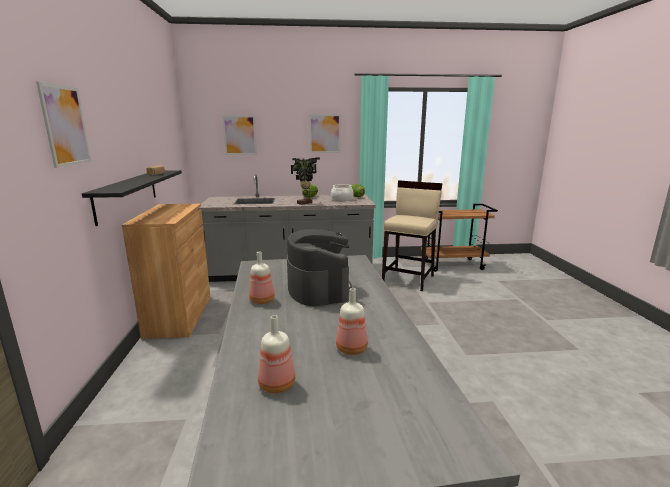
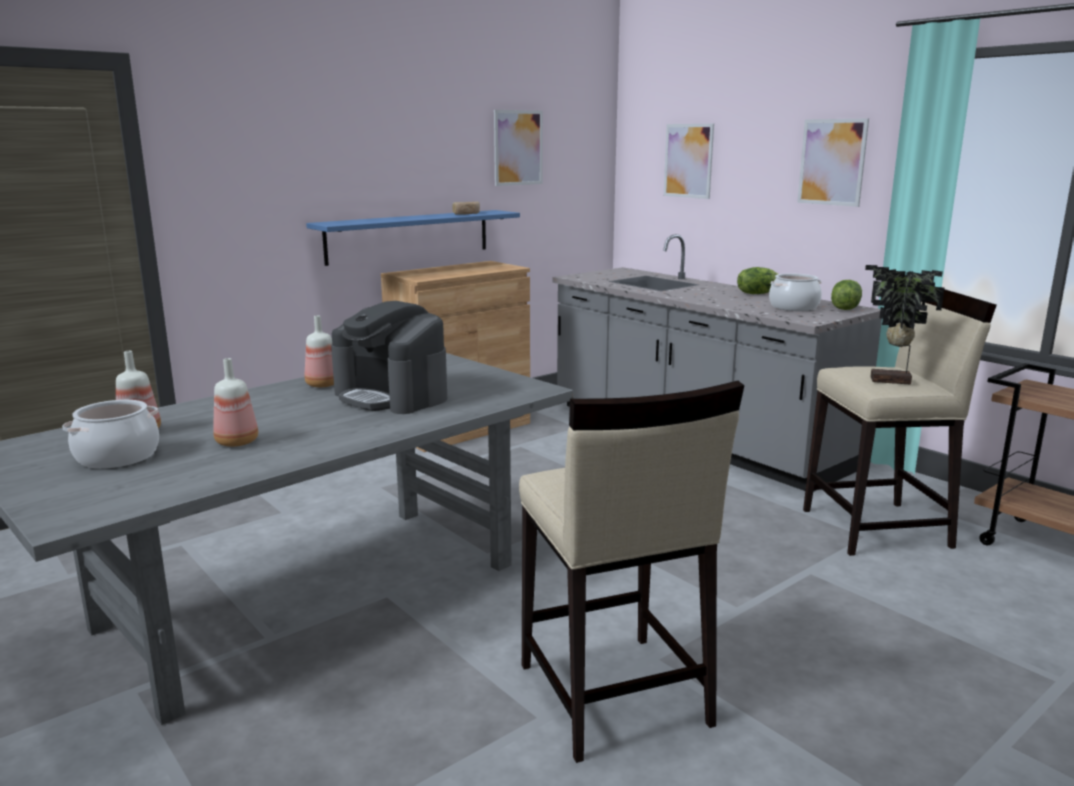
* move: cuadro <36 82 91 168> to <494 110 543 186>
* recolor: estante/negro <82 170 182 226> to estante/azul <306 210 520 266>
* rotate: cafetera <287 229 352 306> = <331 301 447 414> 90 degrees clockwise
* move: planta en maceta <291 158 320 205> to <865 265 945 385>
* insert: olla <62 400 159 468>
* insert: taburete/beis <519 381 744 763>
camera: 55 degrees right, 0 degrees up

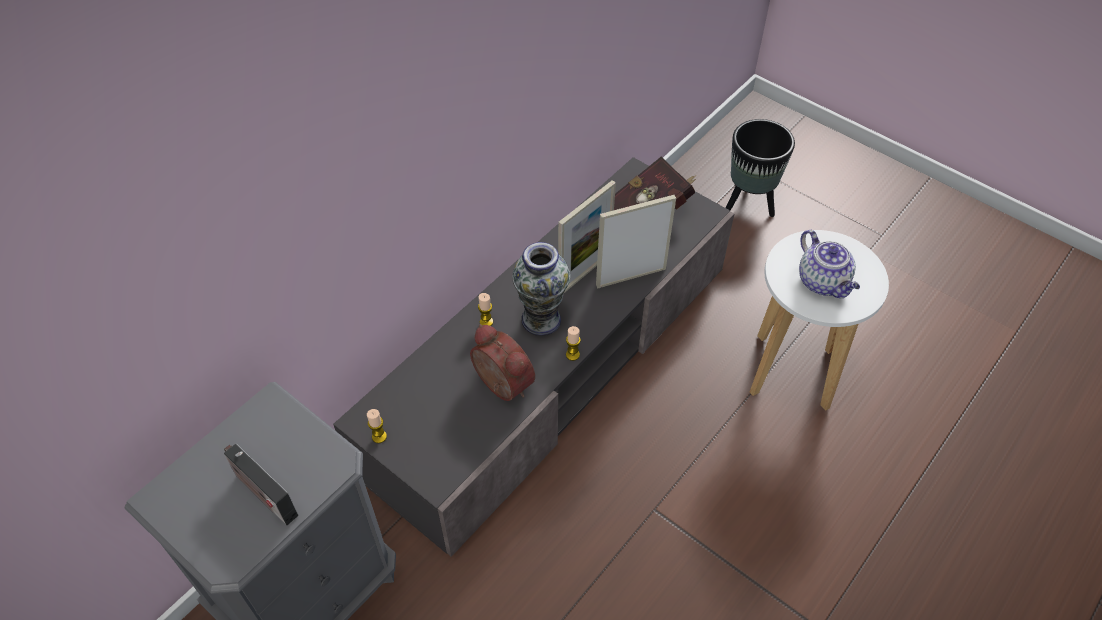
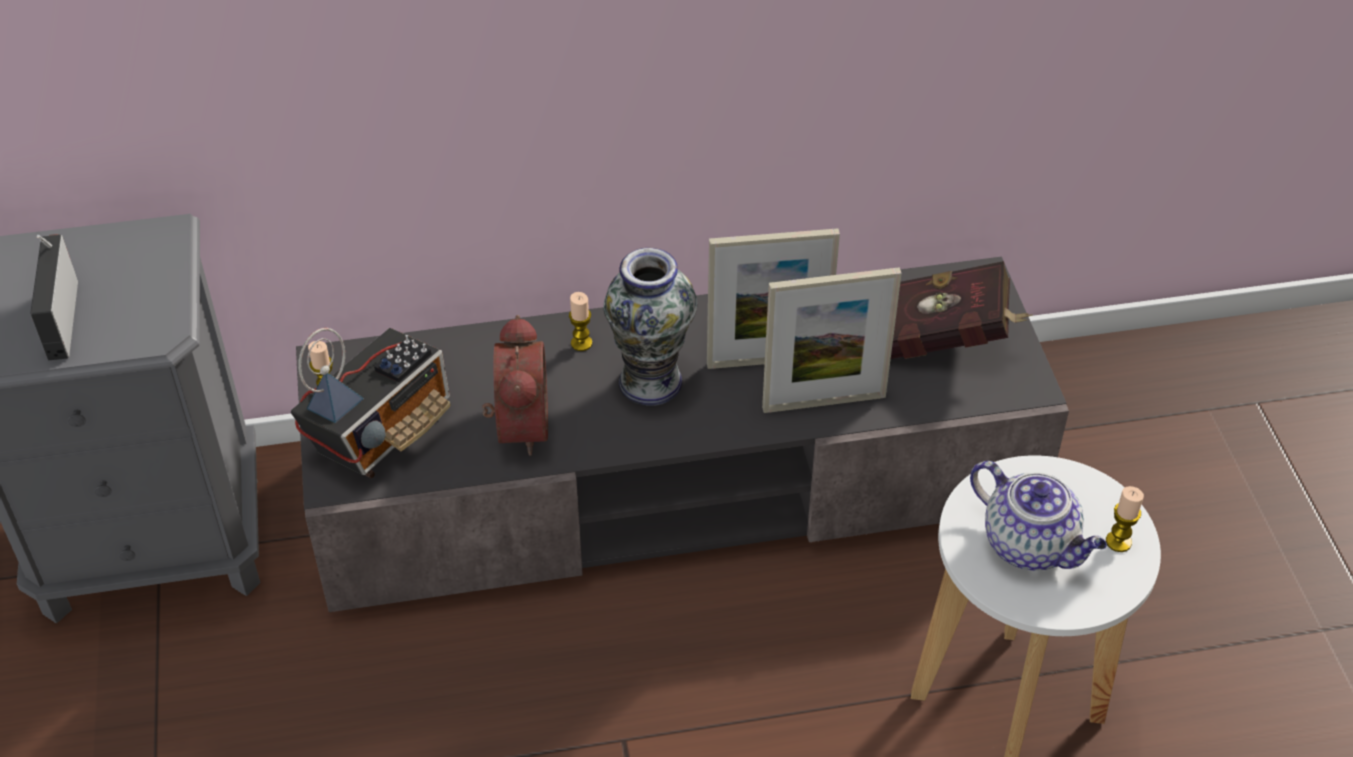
* move: vela <566 326 581 361> to <1106 486 1144 552>
* rotate: portarretratos <596 195 676 288> = <762 267 902 413> 150 degrees clockwise
* delete: maceta/negro <726 119 795 217>
* rotate: tetera <799 230 860 298> = <970 461 1107 571> 60 degrees counterclockwise
* insert: radio <291 328 451 478>
camera: 40 degrees right, 5 degrees down

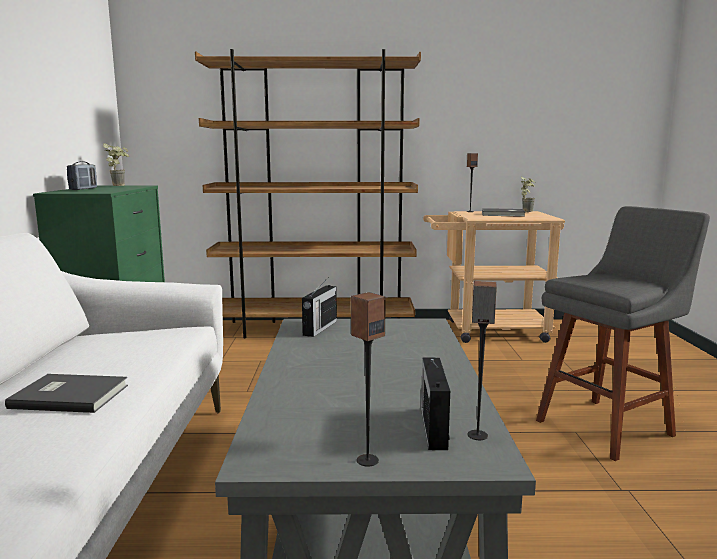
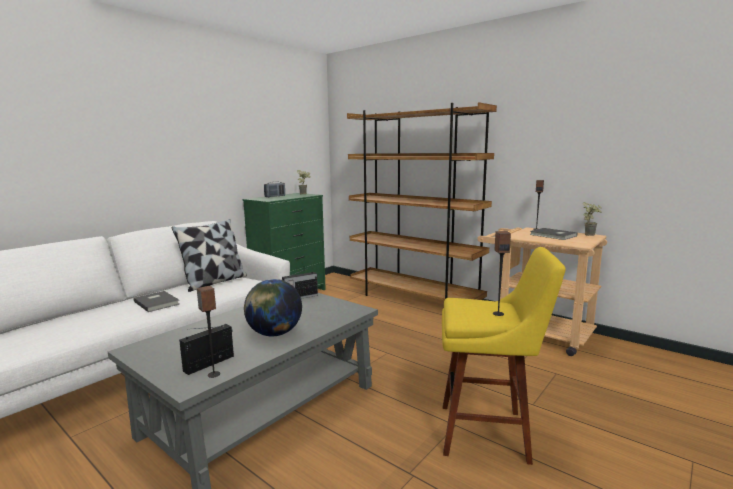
* move: altavoz <351 292 386 466> to <493 231 511 316>
* recolor: taburete/gris <536 206 710 461> to taburete/amarillo <442 247 566 465>
* insert: cojín <171 219 247 292>
* insert: globo terráqueo <244 279 302 336>
camera: 40 degrees right, 0 degrees up

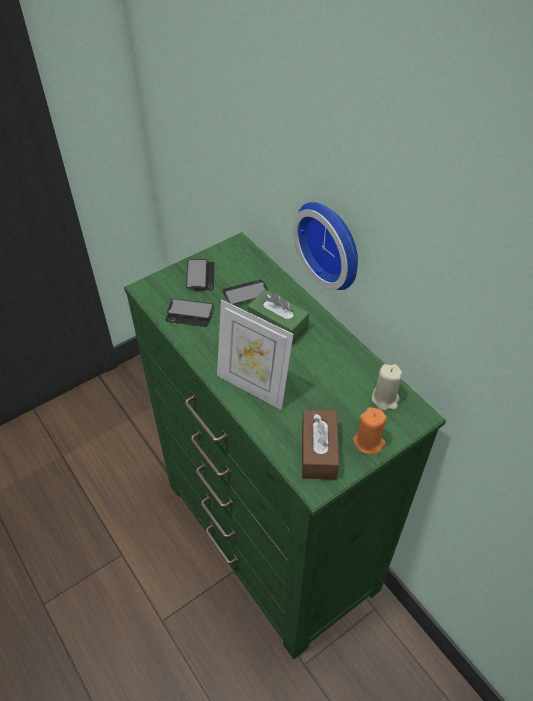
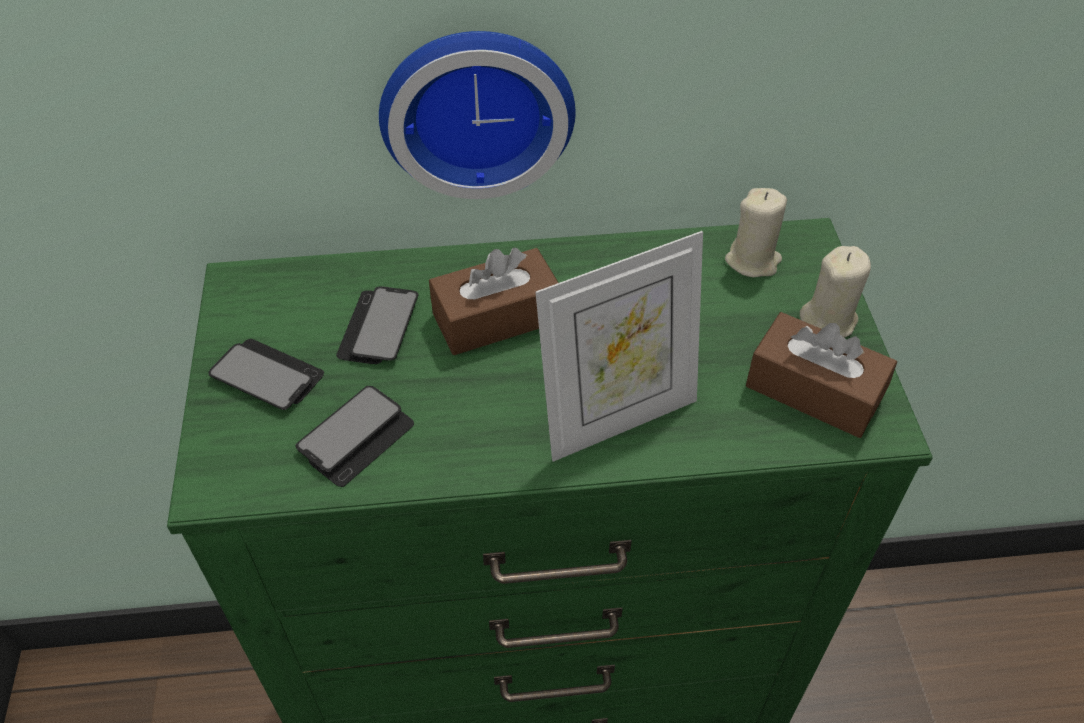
* recolor: caja de pañuelos/verde <248 289 309 346> to caja de pañuelos/marrón <429 248 558 355>
* recolor: vela/naranja <353 407 387 454> to vela/beis <800 246 871 338>
camera: 60 degrees left, 0 degrees up

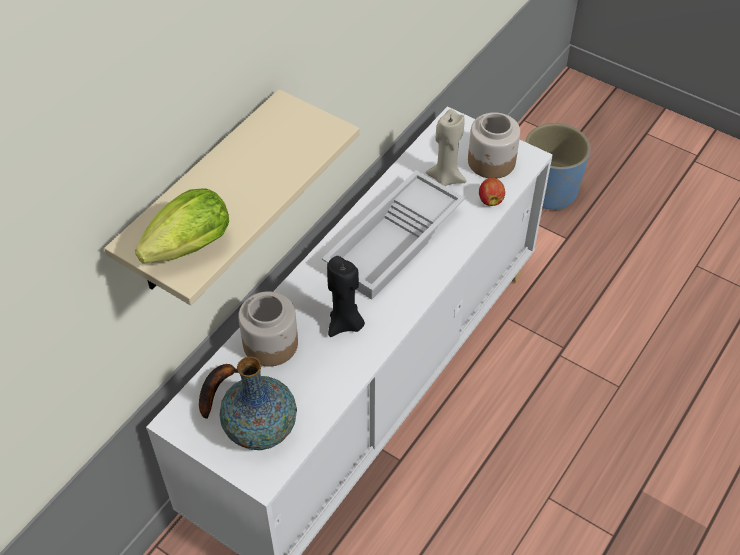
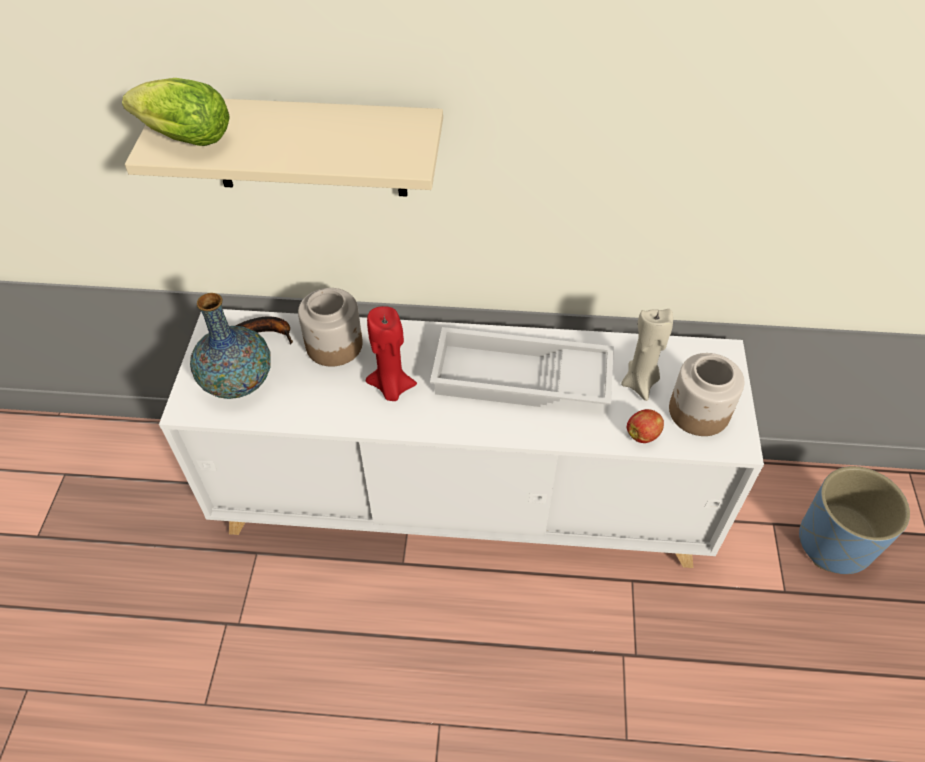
* recolor: vela/negro <327 256 365 337> to vela/rojo <366 306 417 401>
camera: 60 degrees right, 0 degrees up

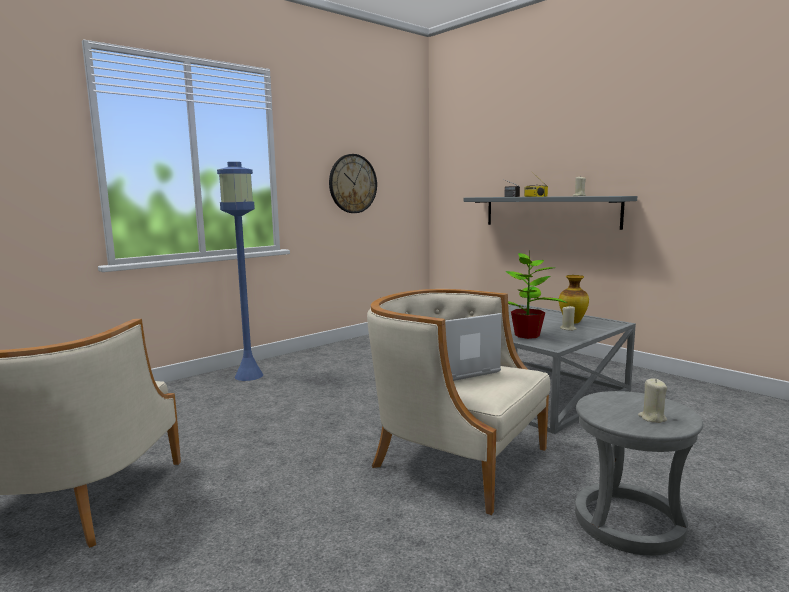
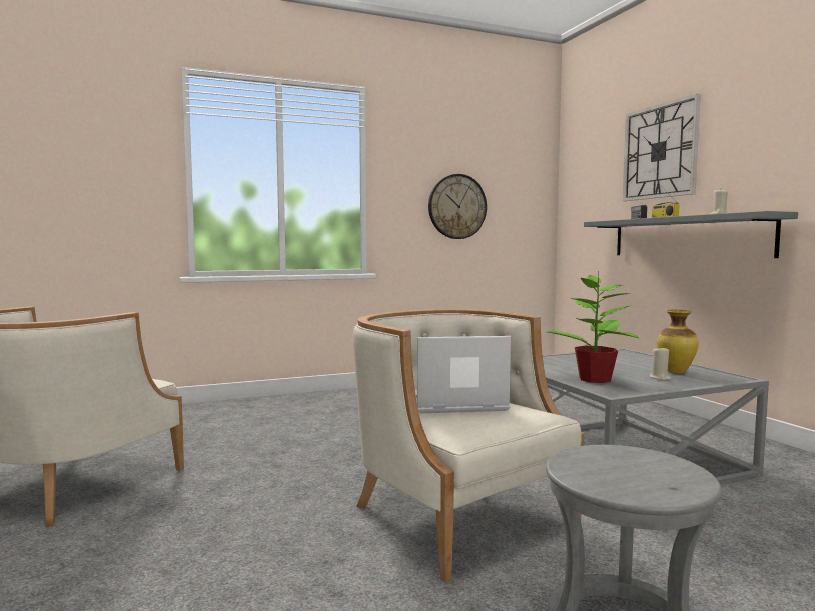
* delete: lámpara de pie/azul <217 162 264 381>
* delete: vela/beis <638 378 667 423>
* insert: reloj de pared <623 93 701 201>
camera: 20 degrees right, 5 degrees down

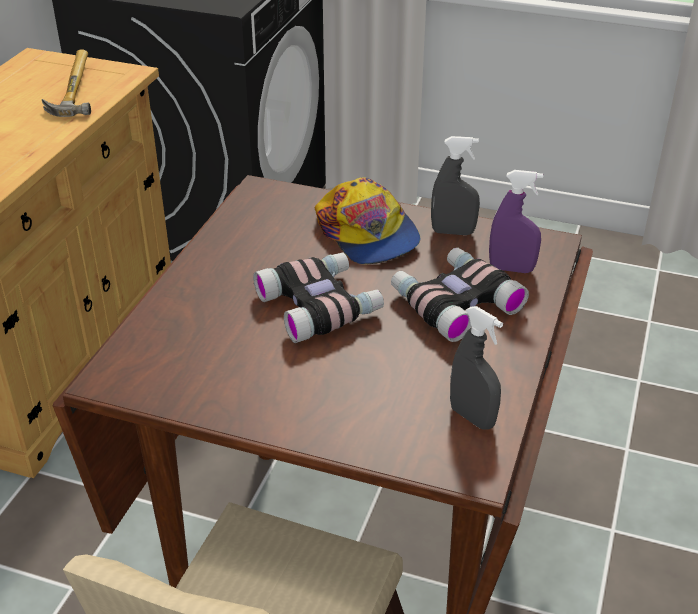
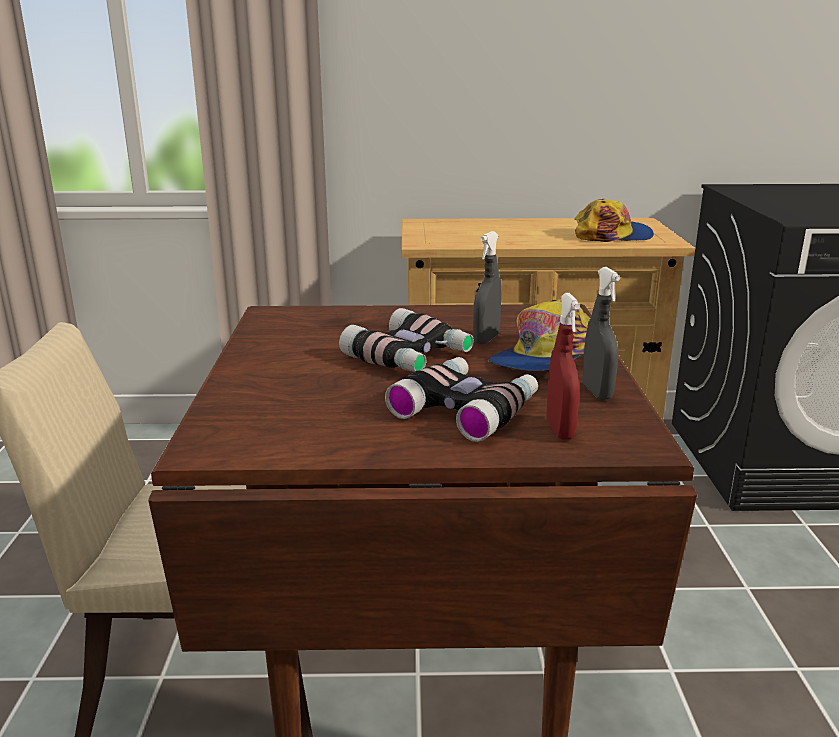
* replace: martillo <42 49 91 117> to gorra <574 199 654 242>
* move: pulverizador/gris <450 306 503 430> to <473 231 502 344>
* recolor: pulverizador/morado <489 170 543 273> to pulverizador/rojo <546 293 580 440>
camera: 70 degrees right, 15 degrees down

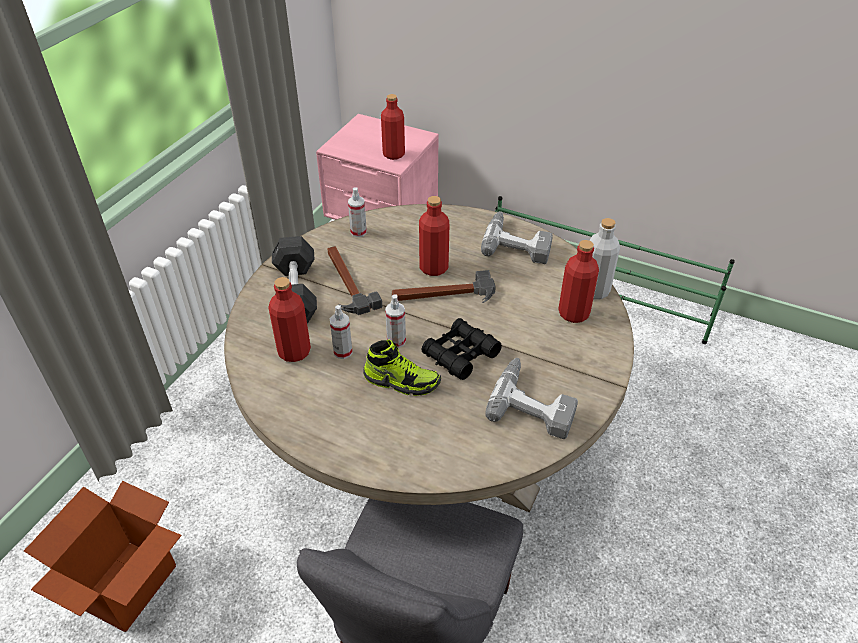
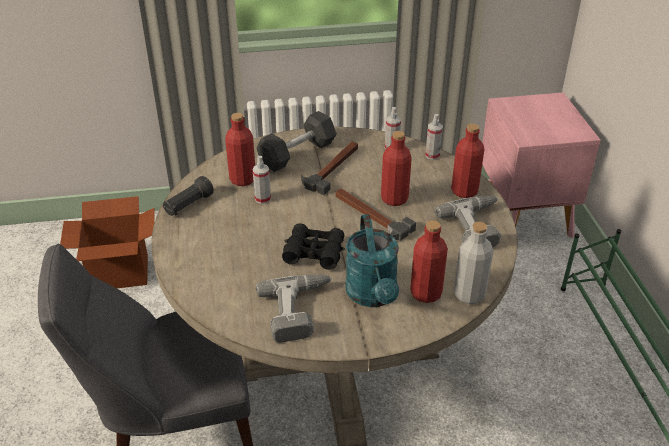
* delete: zapato <363 340 441 396>
* move: botella/rojo <381 94 405 160> to <451 124 485 198>
* move: pulverizador <385 294 406 348> to <425 114 443 160>
* insert: linterna/negro <163 176 214 216>
* insert: regadera/turquesa <345 214 399 307>
camera: 55 degrees right, 5 degrees down

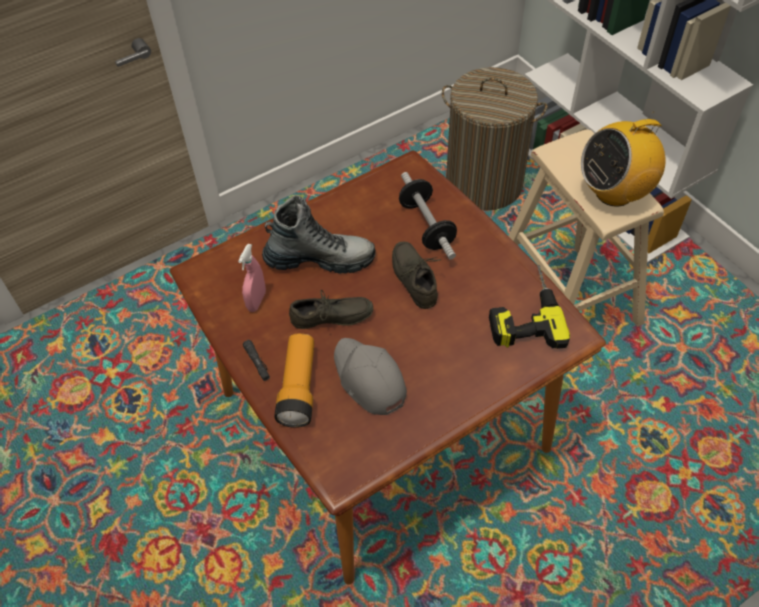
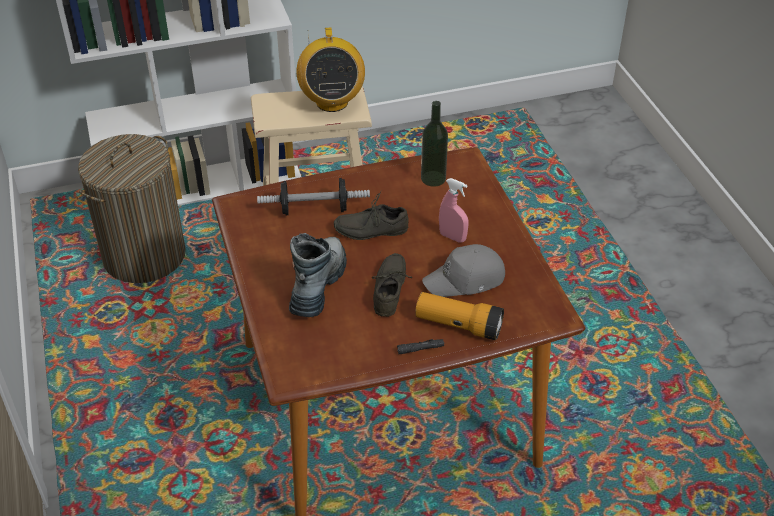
* move: pulverizador/rosa <238 244 266 312> to <439 178 469 243>
* replace: taladro <489 265 570 349> to botella <421 101 448 187>
camera: 75 degrees left, 10 degrees down

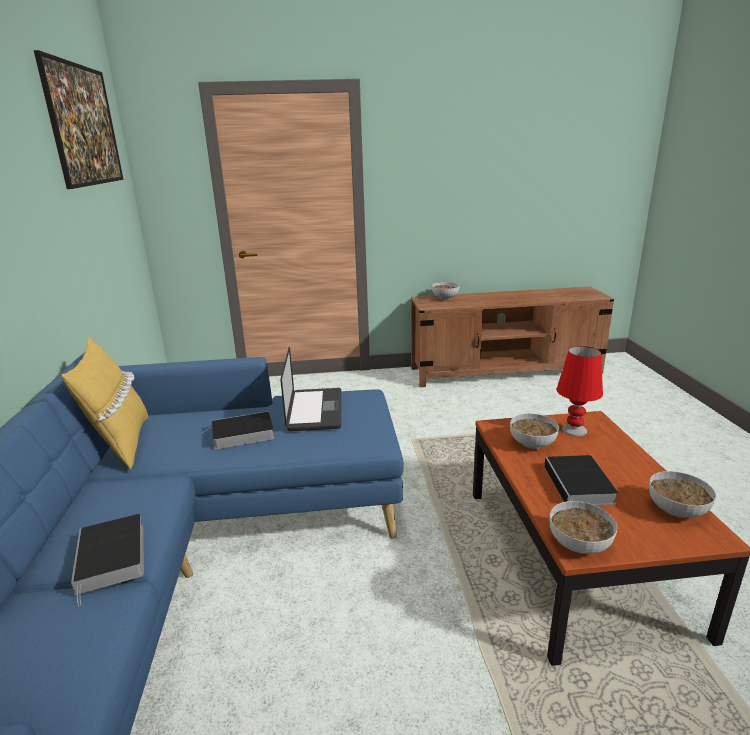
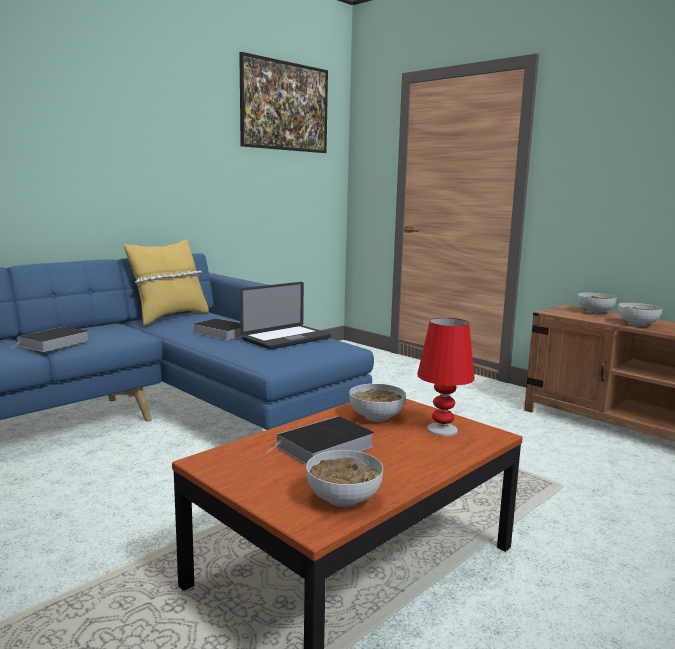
* move: cuenco <549 501 617 554> to <618 303 662 327>
camera: 50 degrees right, 10 degrees down

